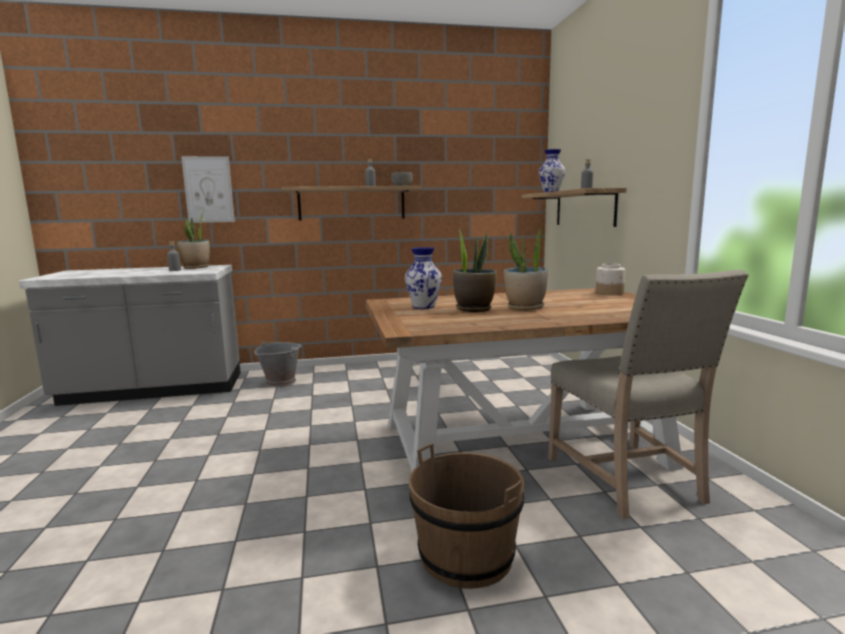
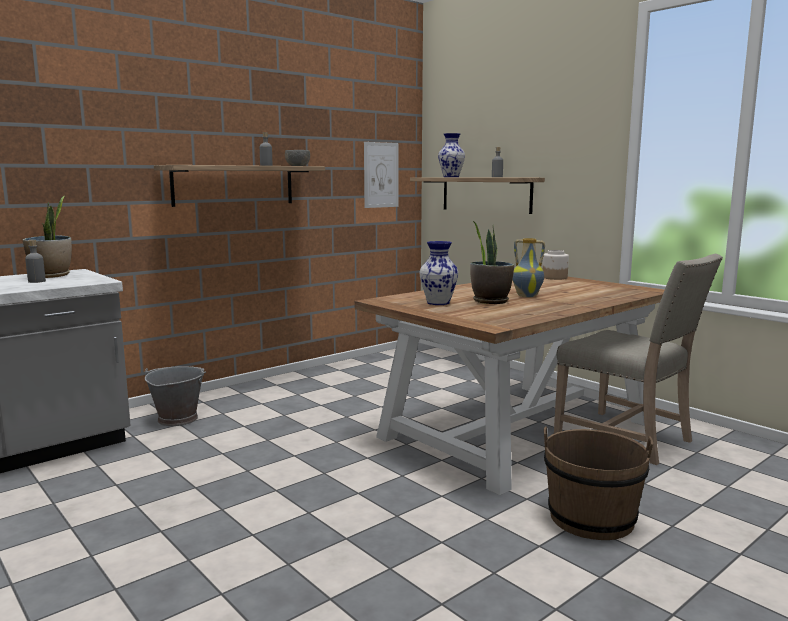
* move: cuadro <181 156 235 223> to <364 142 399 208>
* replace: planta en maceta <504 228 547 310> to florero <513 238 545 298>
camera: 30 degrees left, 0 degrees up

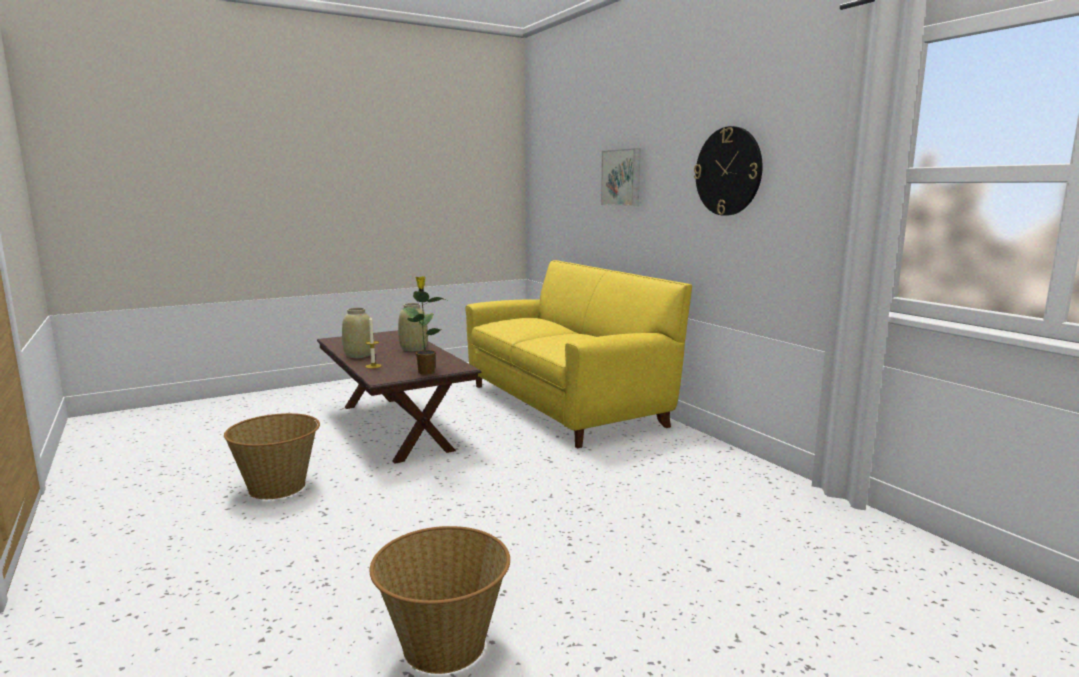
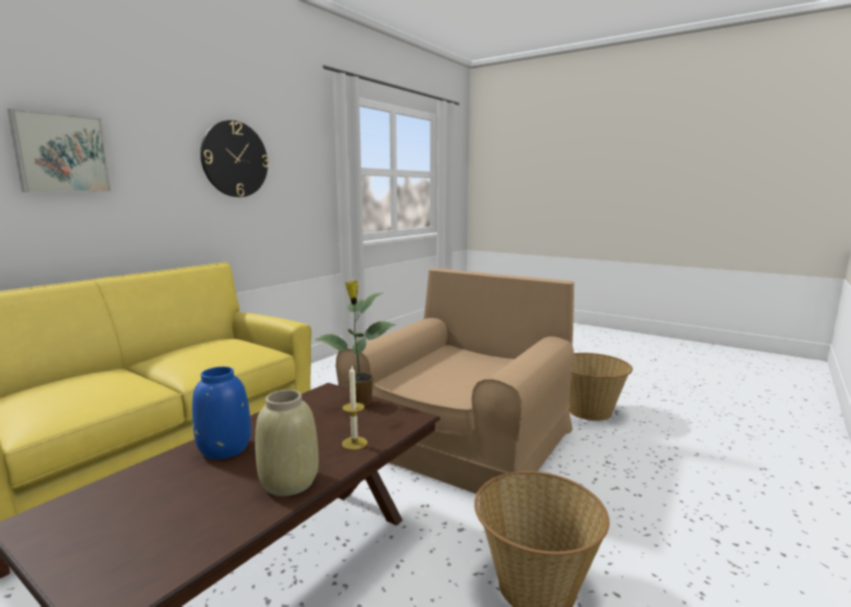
* recolor: florero/beis <398 303 428 351> to florero/azul <192 367 251 459>
* insert: sillón/marrón <336 268 574 495>
camera: 115 degrees left, 0 degrees up

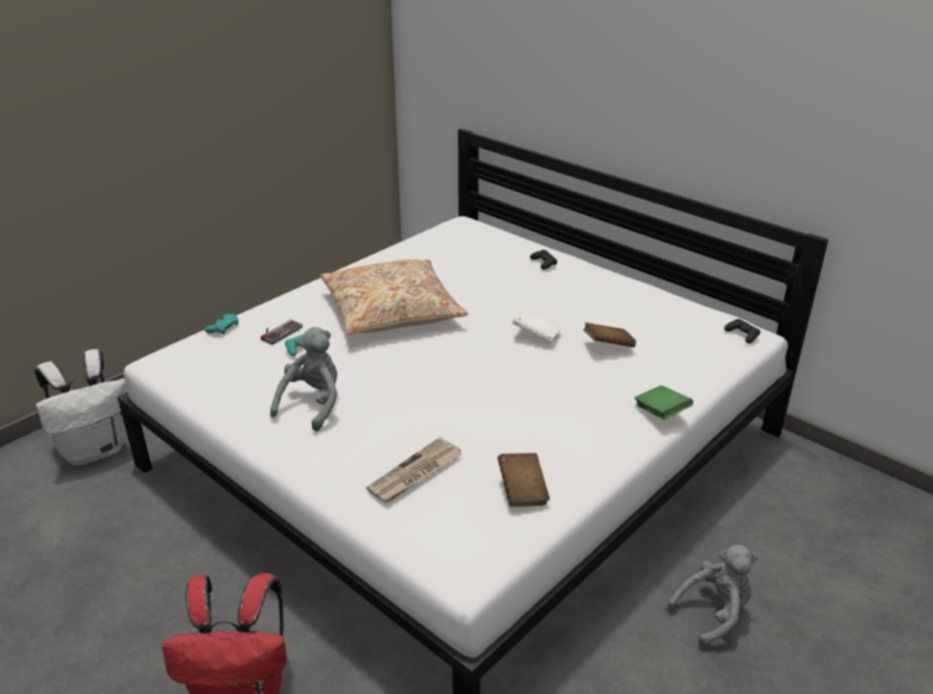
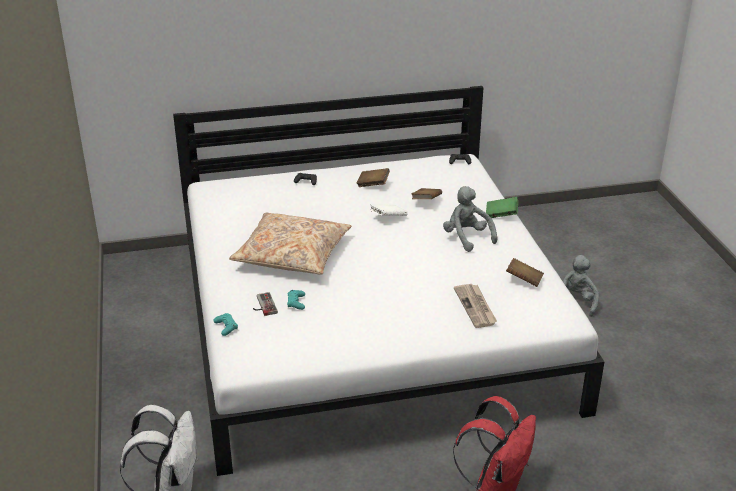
* move: peluche/gris <270 327 338 432> to <443 186 498 252>
* insert: libro/marrón <357 168 390 187>
camera: 55 degrees left, 0 degrees up

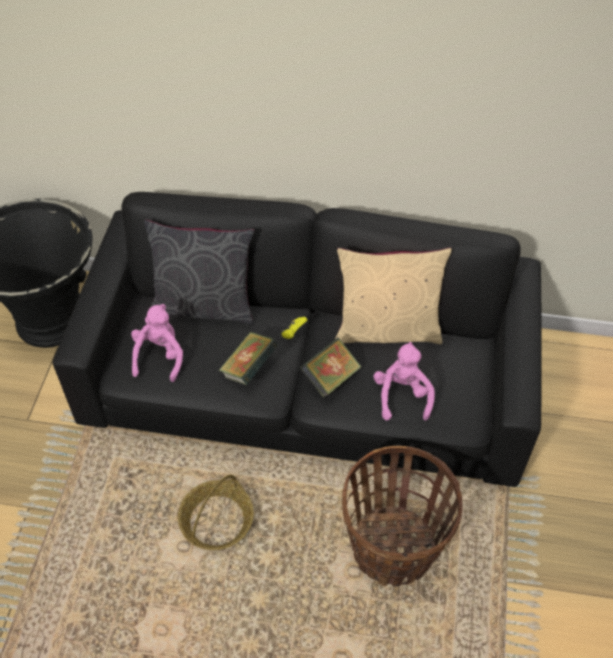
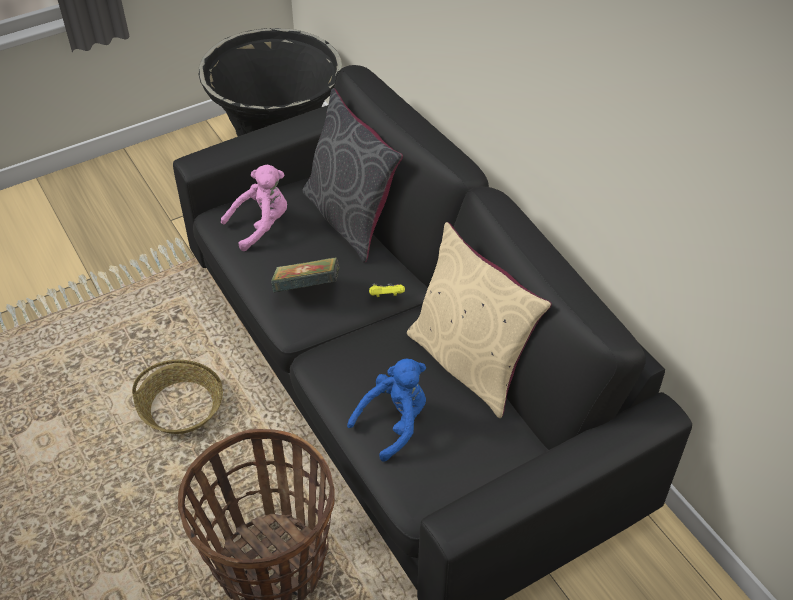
* delete: libro <300 338 361 398>
* recolor: peluche/rosa <374 342 435 420> to peluche/azul <347 359 426 462>
camera: 50 degrees right, 5 degrees down

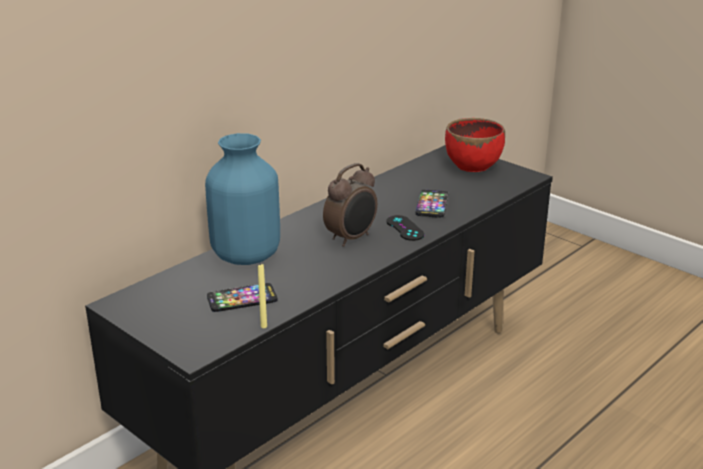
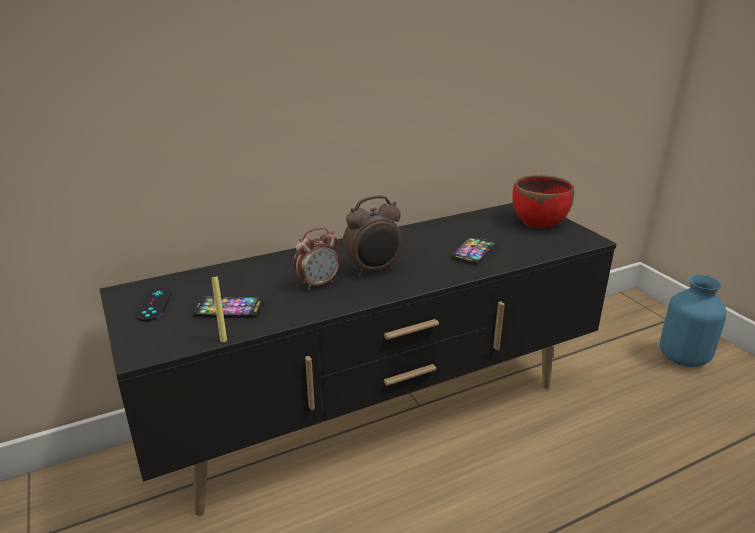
* move: florero/azul <205 133 280 265> to <660 275 726 367>
* move: mando de consola/negro <386 215 424 241> to <135 288 171 321>
* insert: despertador <294 227 340 290>
camera: 20 degrees right, 0 degrees up

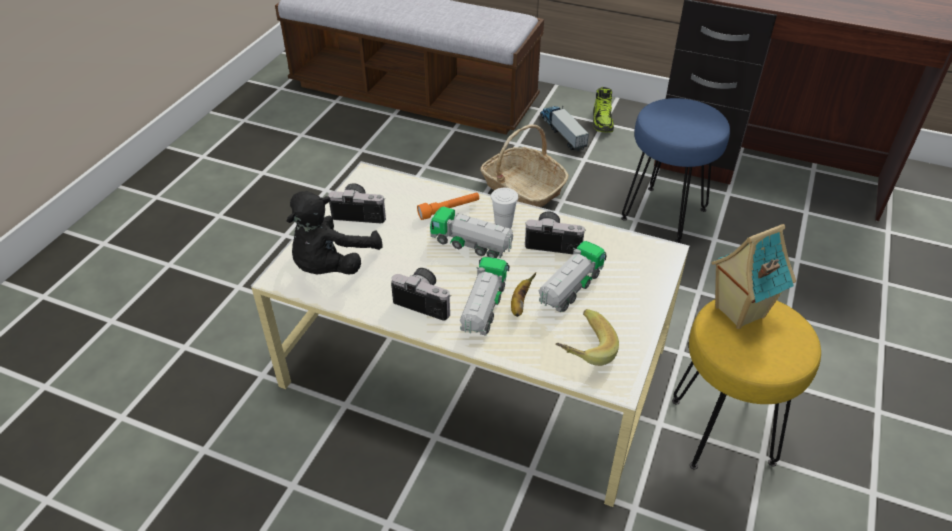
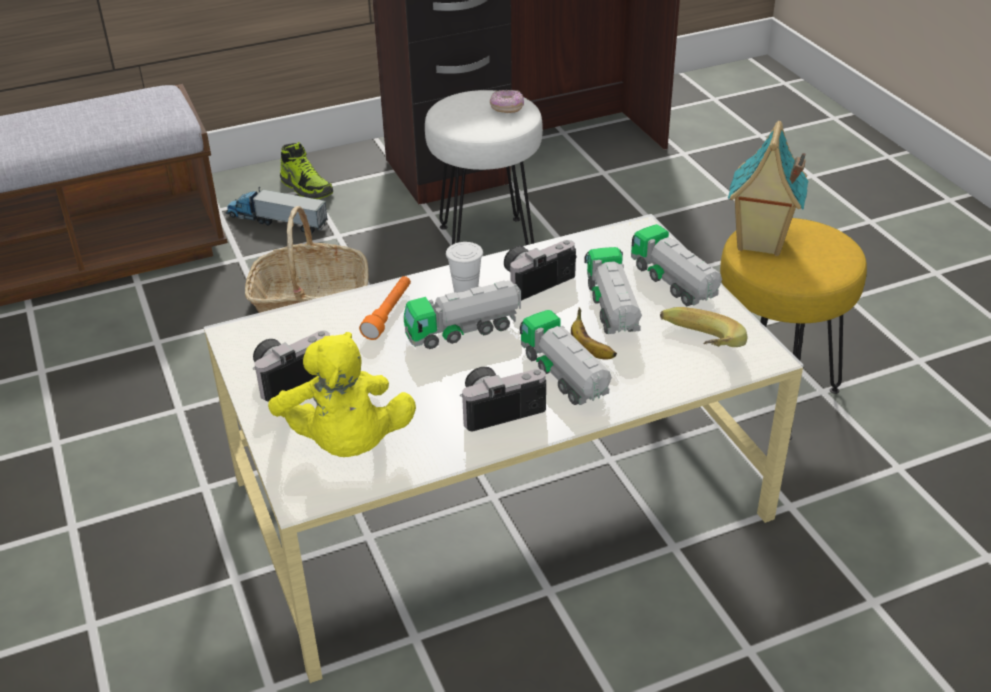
* recolor: peluche/negro <286 191 383 275> to peluche/amarillo <268 332 416 457>
* recolor: taburete/azul <621 98 730 243> to taburete/blanco <425 90 543 245>
* insert: rosquilla <490 90 524 113>
* insert: camión de juguete <631 224 722 306>
camera: 45 degrees left, 5 degrees down

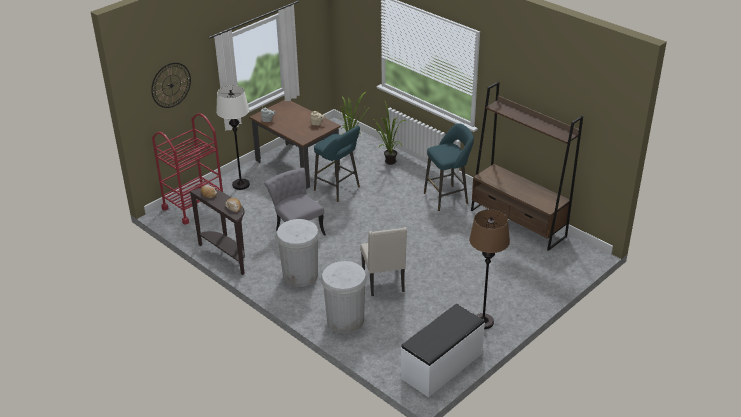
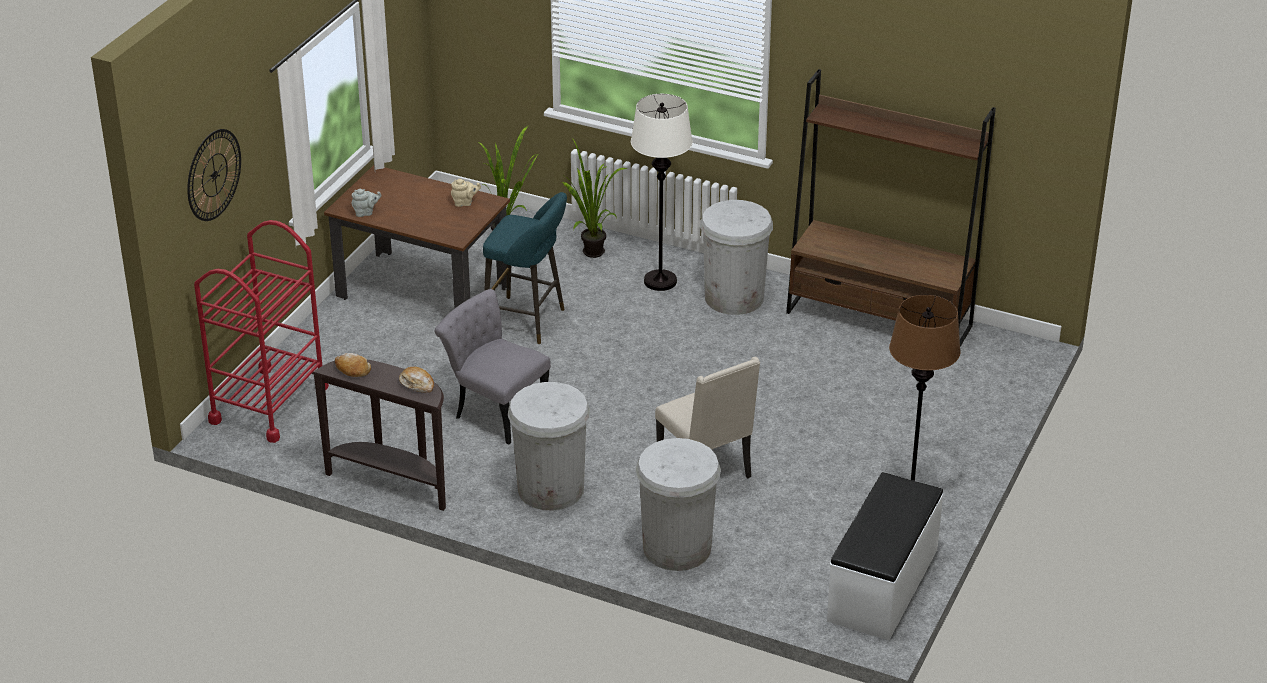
* move: lámpara de pie/blanco <216 85 250 190> to <631 94 693 291>
* replace: taburete/turquesa <424 123 474 211> to papelera/blanco <700 200 773 315>
camera: 20 degrees left, 0 degrees up

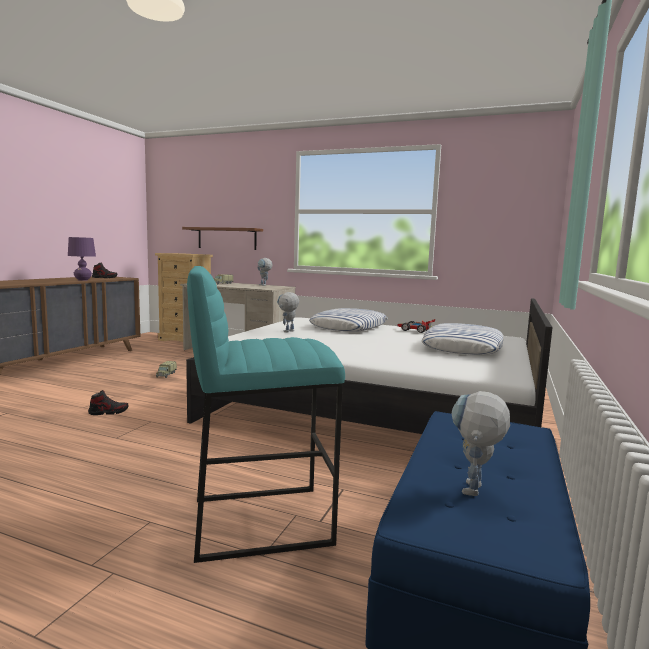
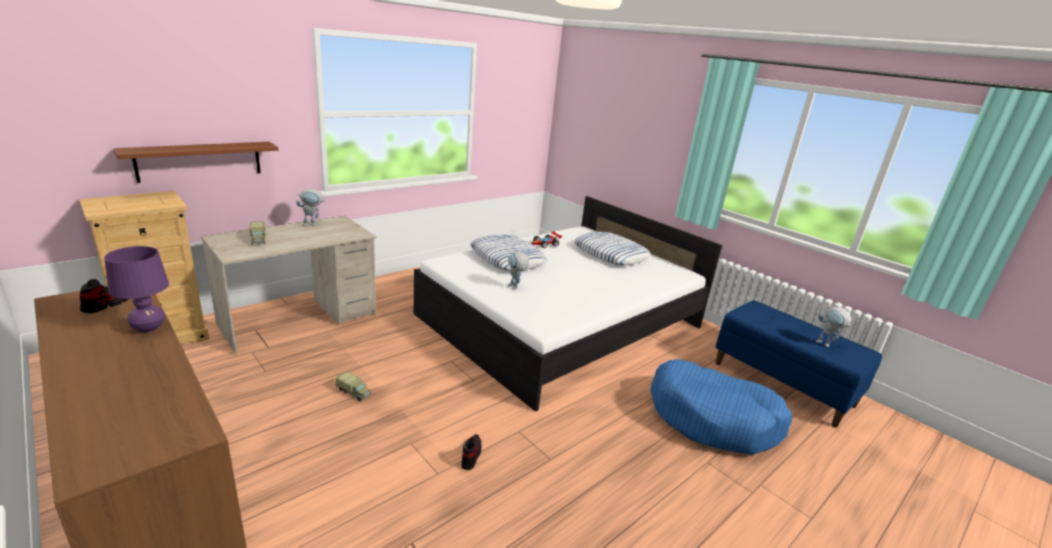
* replace: taburete/turquesa <187 266 345 563> to cama para perro/azul <651 359 792 455>
camera: 65 degrees left, 15 degrees up

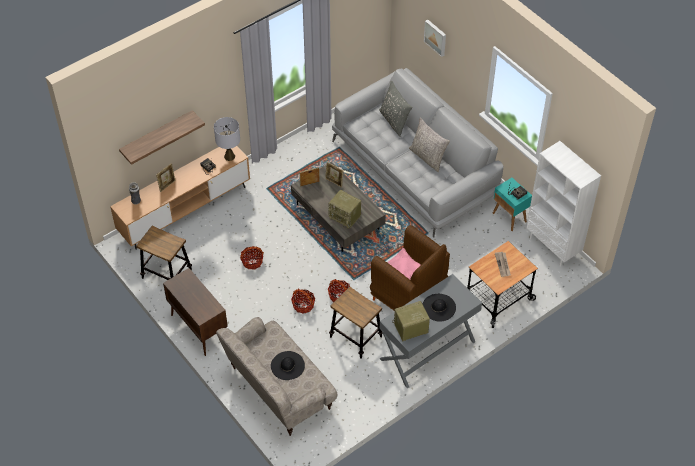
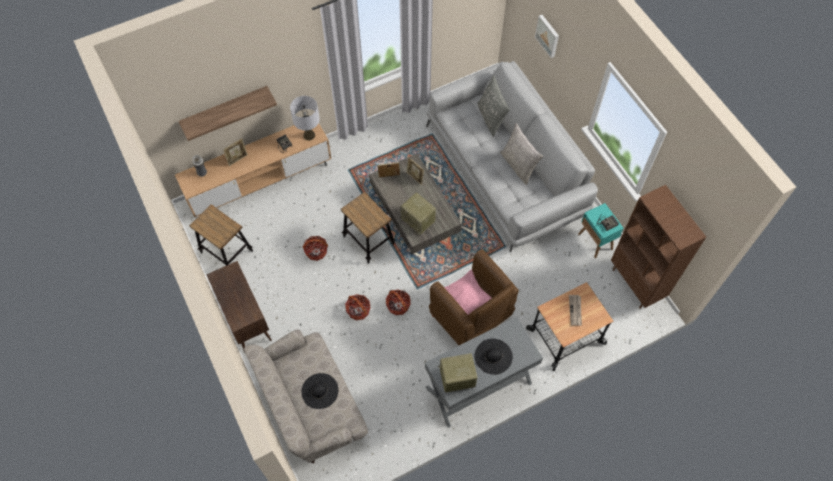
* move: taburete <329 287 383 359> to <341 192 395 264>
* recolor: estantería/blanco <526 141 601 267> to estantería/marrón <611 185 706 309>
camera: 10 degrees right, 10 degrees up

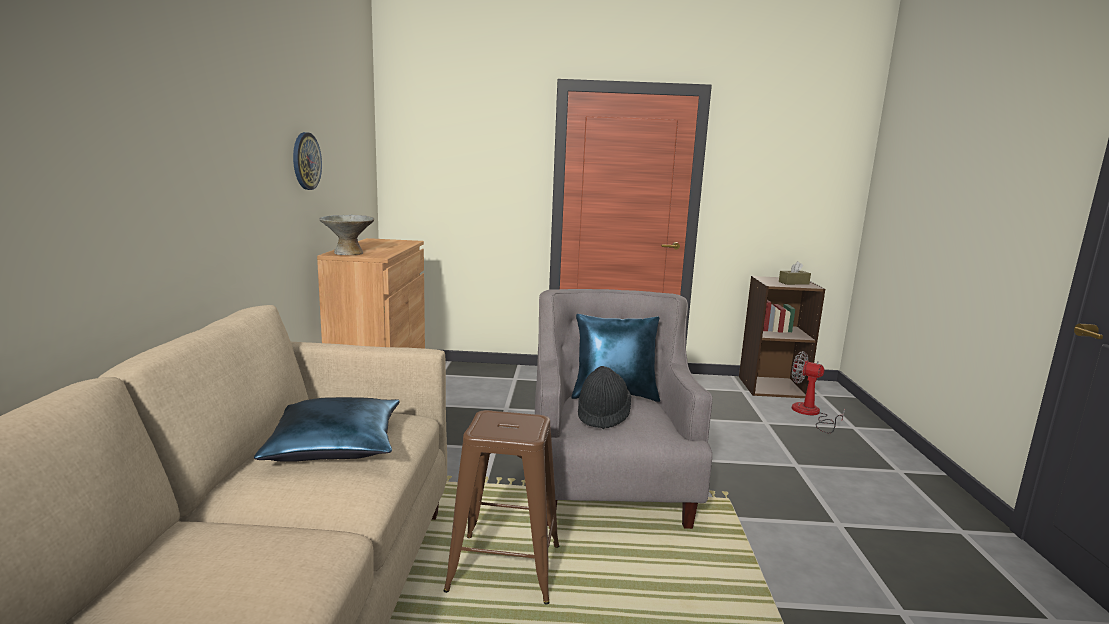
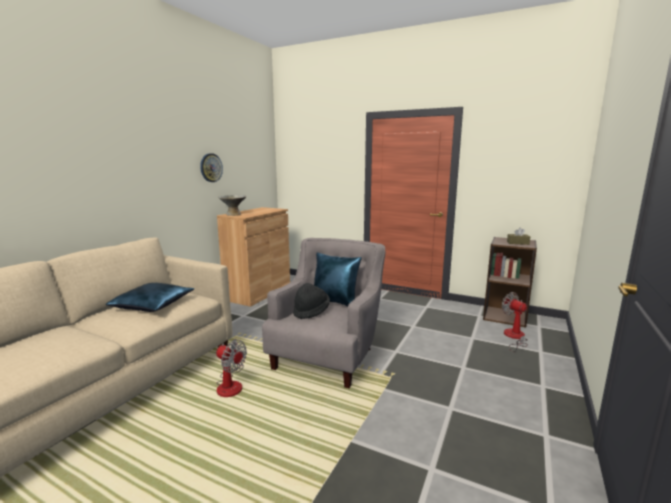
* replace: taburete/marrón <444 410 559 605> to ventilador <216 339 247 397>
camera: 25 degrees right, 0 degrees up

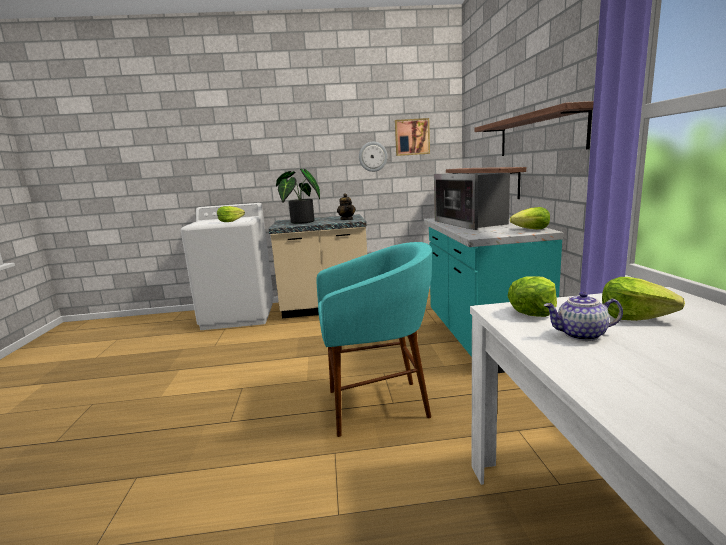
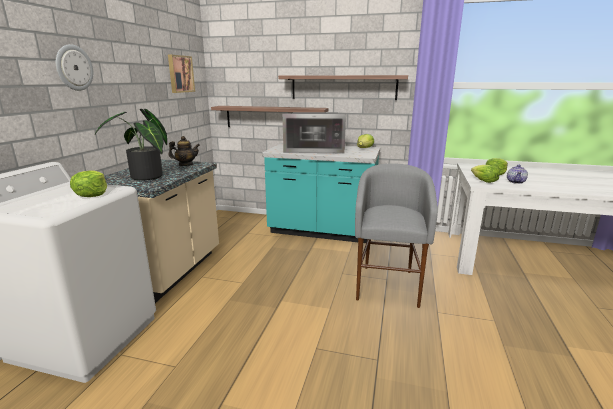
* recolor: taburete/turquesa <316 242 432 437> to taburete/gris <355 163 438 308>
* move: reloj de pared <359 142 388 172> to <56 44 93 91>
camera: 70 degrees left, 5 degrees up

